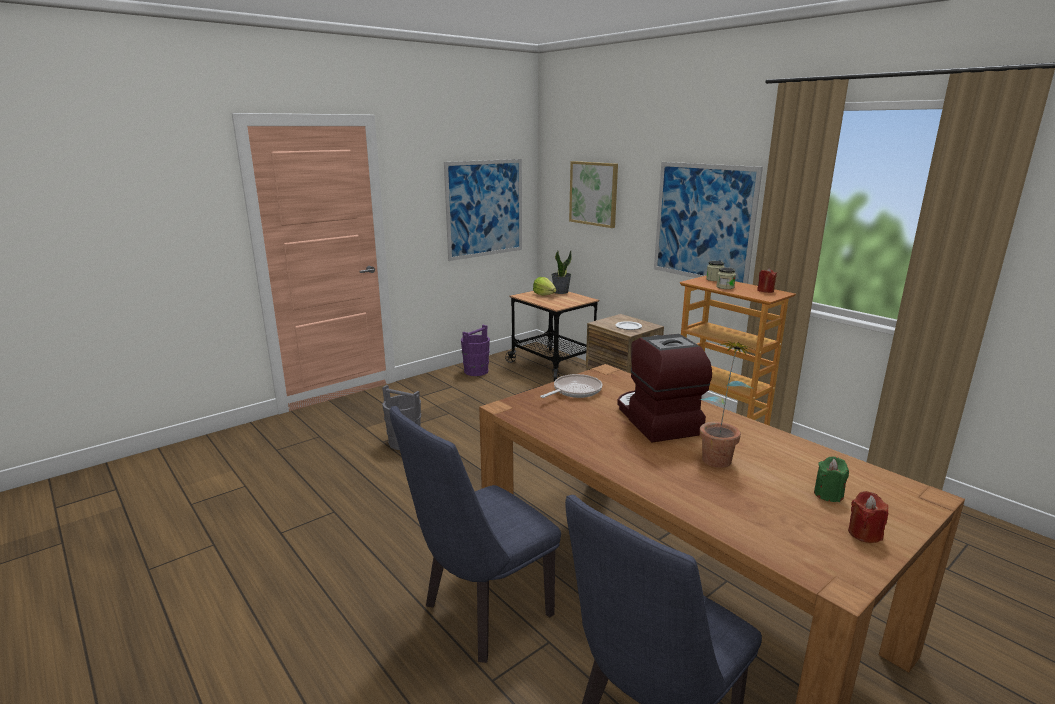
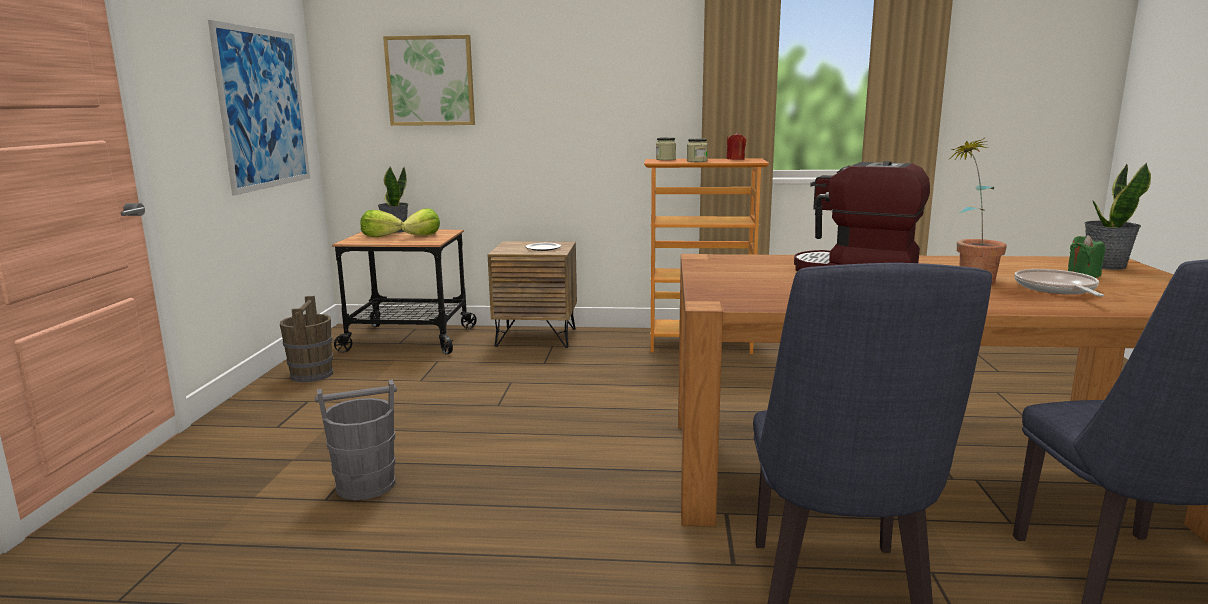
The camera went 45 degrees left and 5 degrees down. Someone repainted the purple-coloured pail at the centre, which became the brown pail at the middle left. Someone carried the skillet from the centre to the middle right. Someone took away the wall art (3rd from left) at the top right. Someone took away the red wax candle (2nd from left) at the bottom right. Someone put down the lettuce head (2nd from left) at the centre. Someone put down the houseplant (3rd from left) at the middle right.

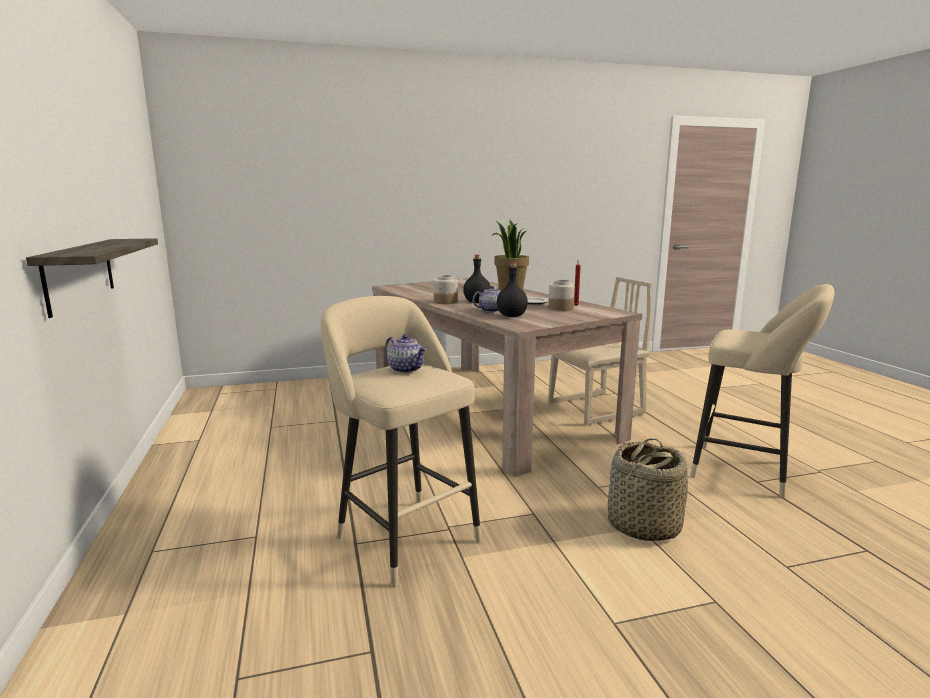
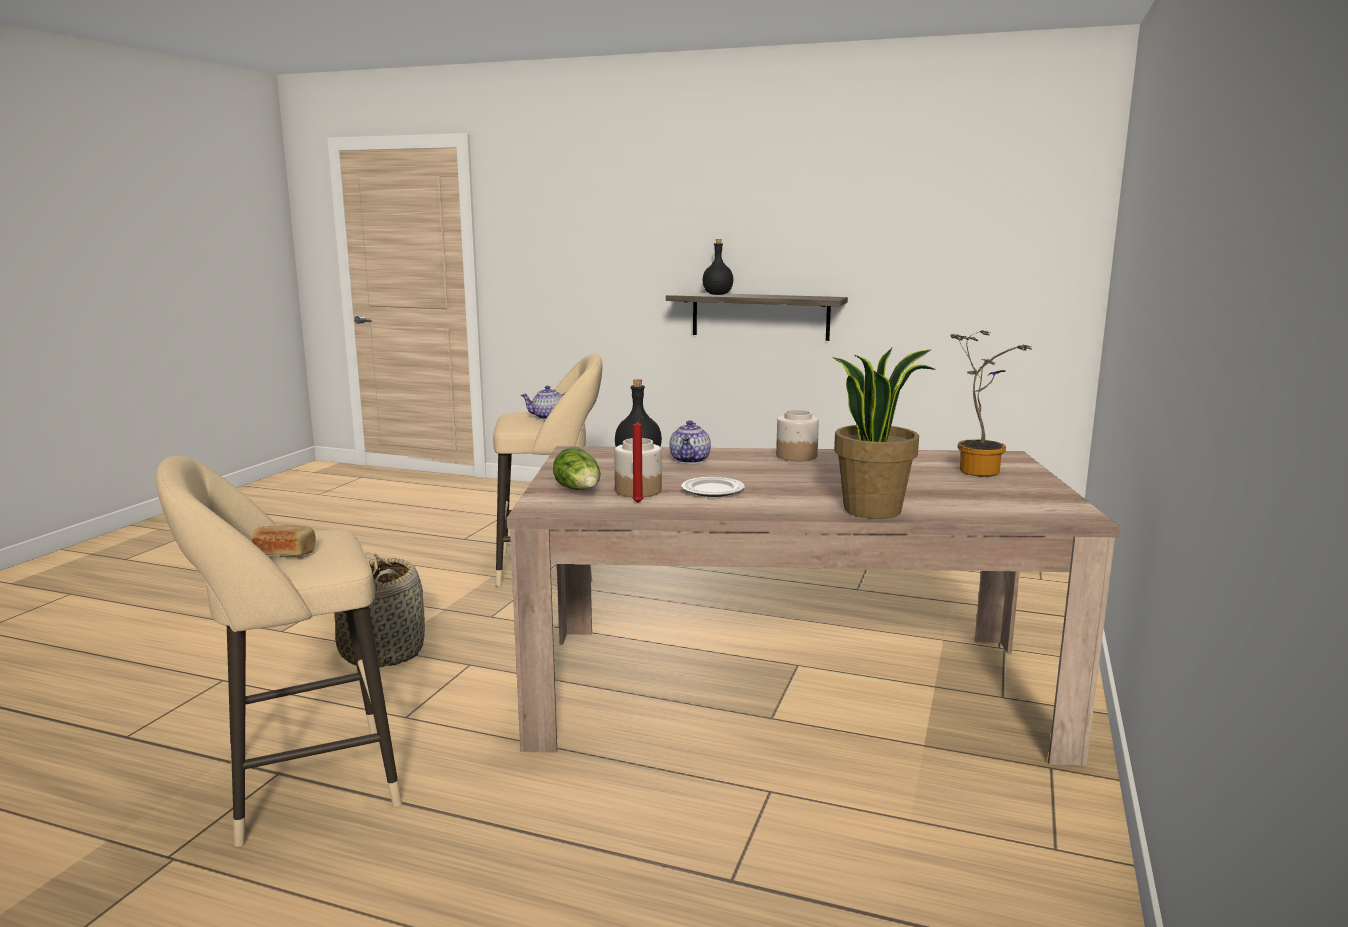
The camera went 125 degrees right and 0 degrees up. Someone carried the black-coloured bottle (1st from left in the first image) from the centre to the top centre. Someone took away the sand-coloured plain chair at the centre. Someone put down the bread at the middle left. Someone put down the lettuce head at the centre. Someone put down the houseplant (2nd from left) at the middle right.

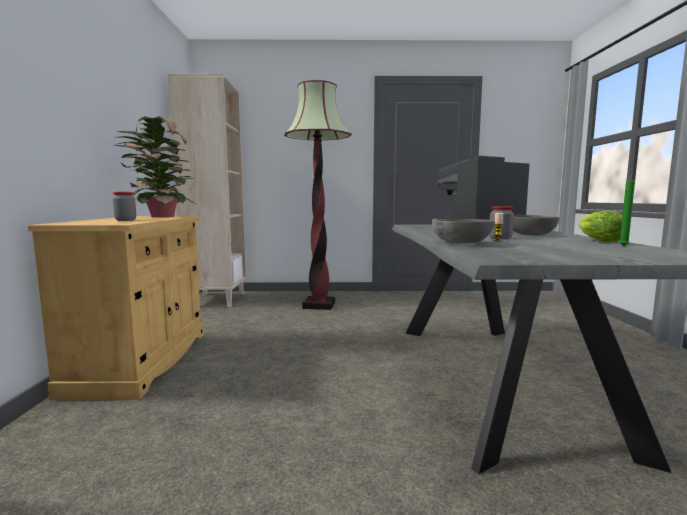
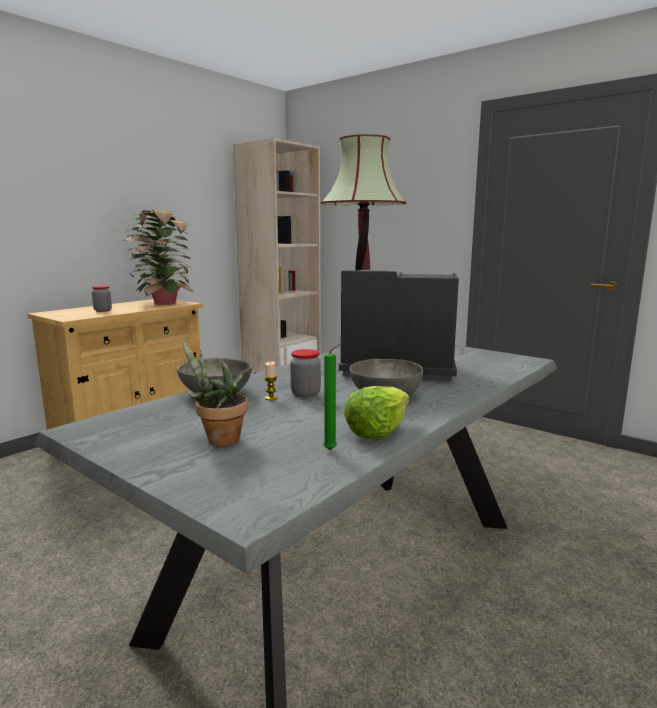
The camera went 40 degrees right and 5 degrees up. Someone put down the houseplant (2nd from left) at the middle left.

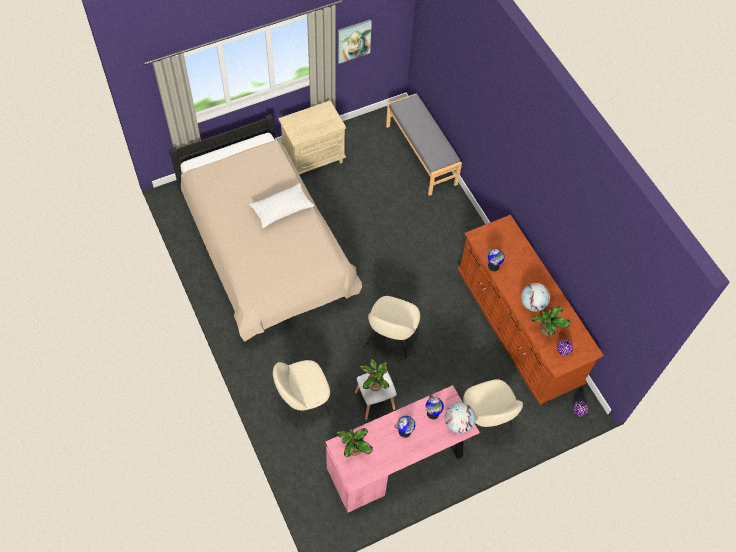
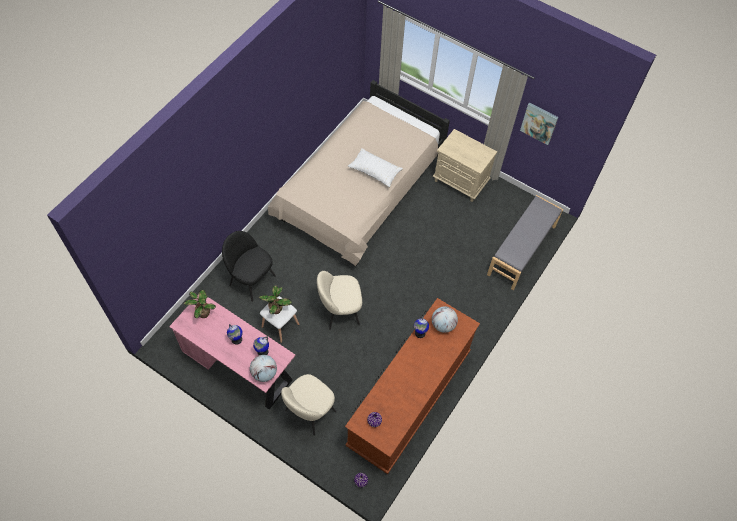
The camera went 60 degrees right and 0 degrees up. Someone repainted the sand-coloured plain chair (1st from left) at the bottom centre, which became the black-coloured plain chair at the centre. Someone carried the world globe (5th from left) from the middle right to the centre. Someone took away the houseplant (3rd from left) at the middle right.

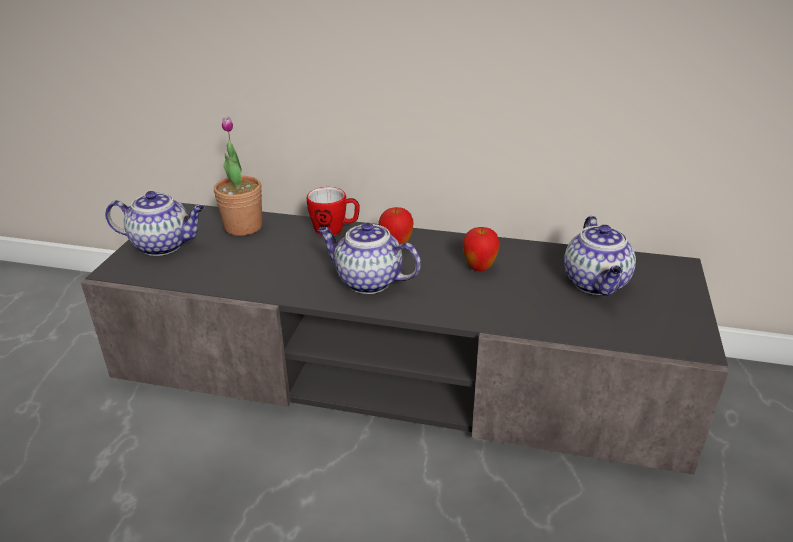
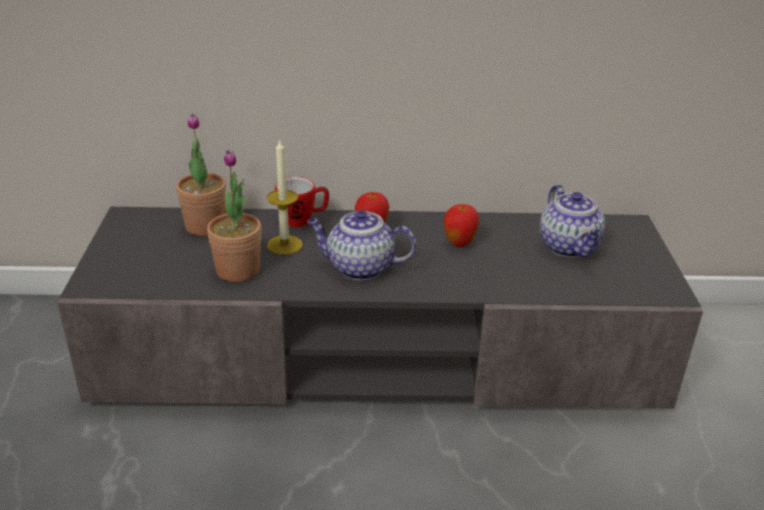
The camera went 15 degrees left and 0 degrees up. Someone took away the teapot (1st from left) at the middle left. Someone put down the houseplant (2nd from left) at the middle left. Someone put down the wax candle at the centre.

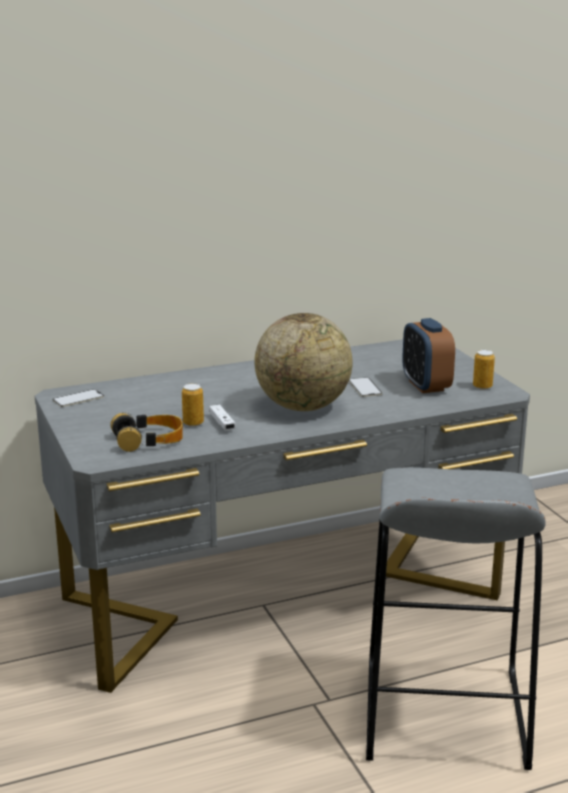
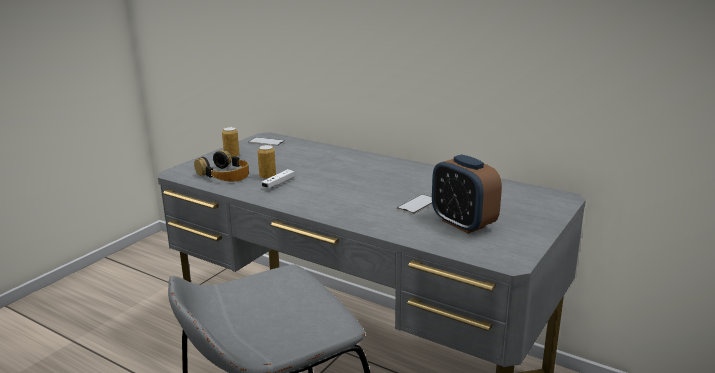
The camera went 55 degrees right and 0 degrees up. Someone took away the world globe at the centre. Someone rotated the bedside clock at the middle right by 75 degrees counterclockwise. Someone carried the can (2nd from left in the first image) from the middle right to the middle left.

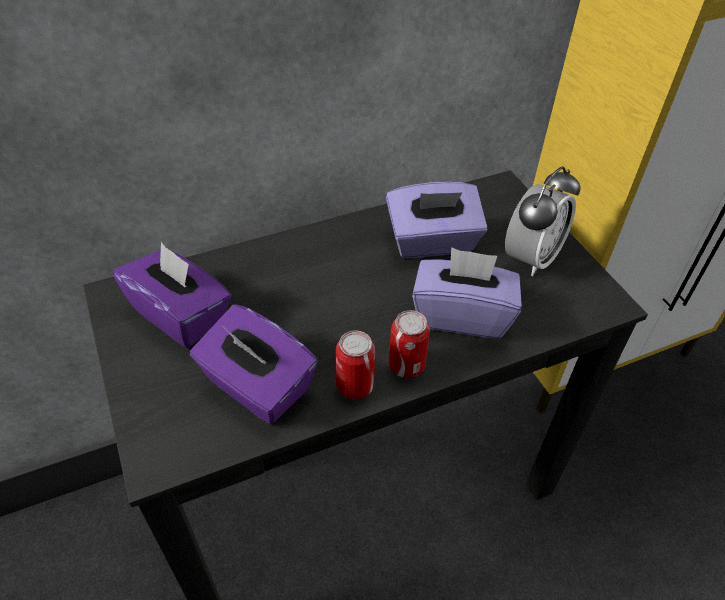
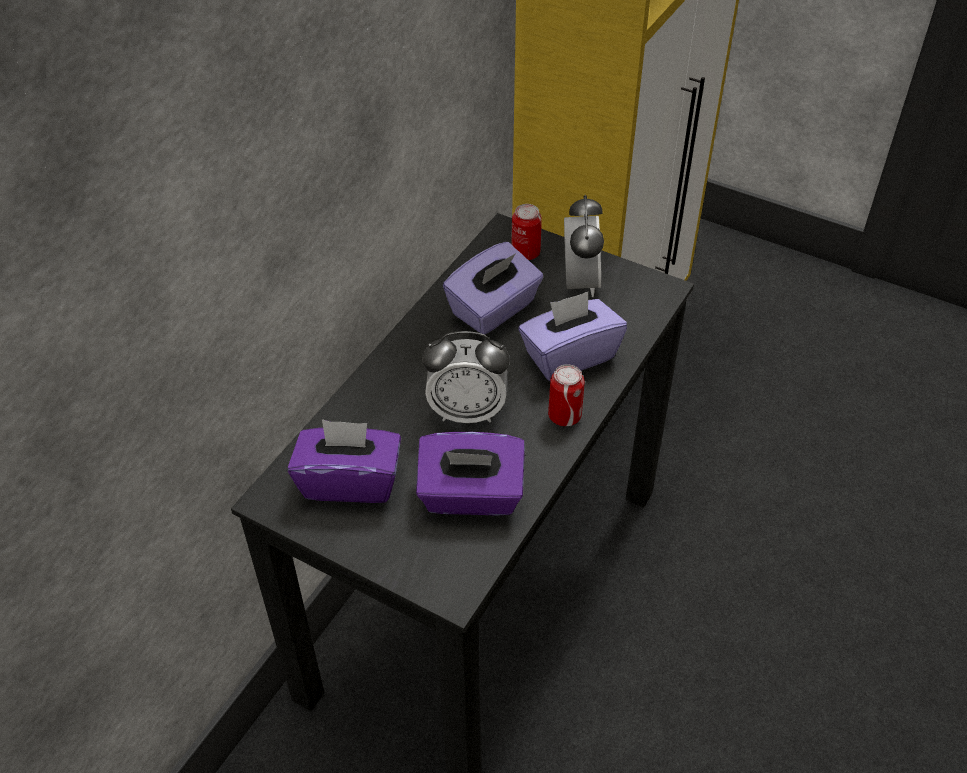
The camera went 35 degrees left and 0 degrees up. Someone carried the can (1st from left) from the centre to the top centre. Someone put down the bedside clock (1st from left) at the centre.

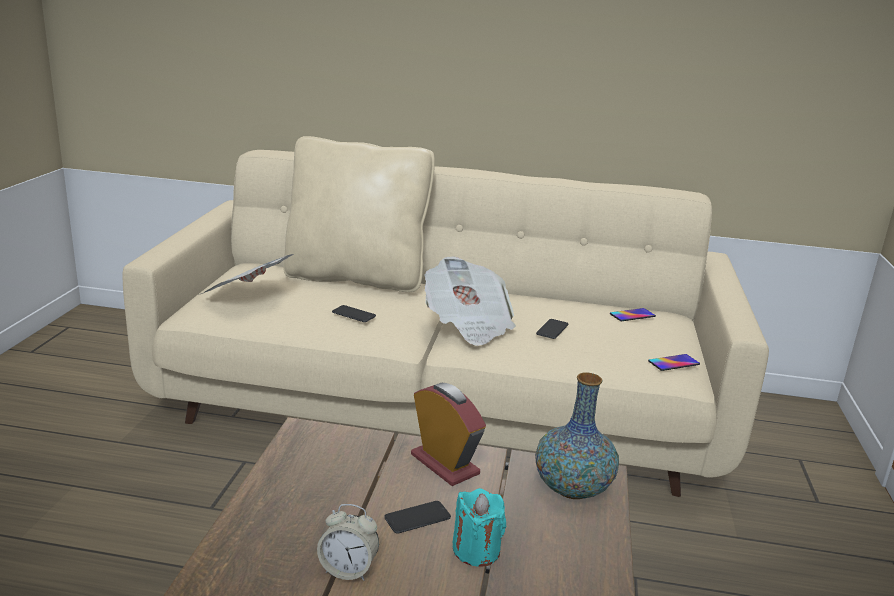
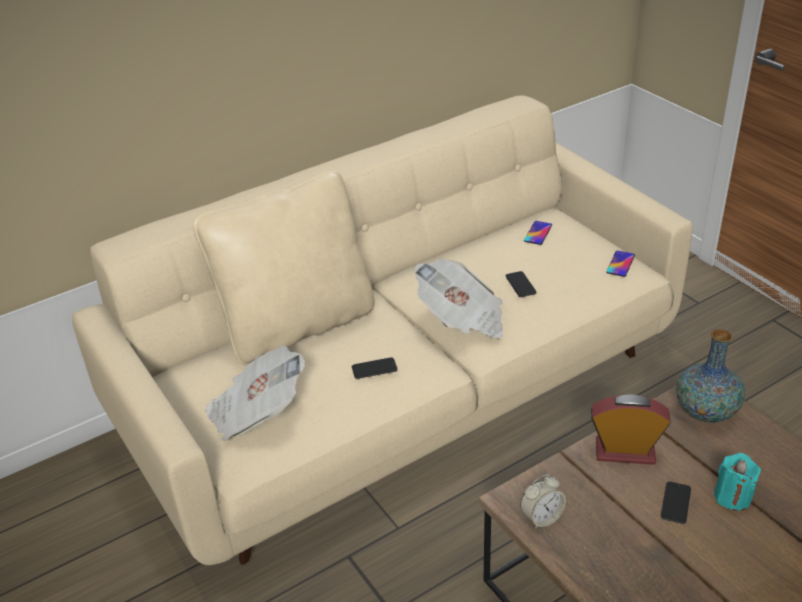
The camera went 40 degrees left and 15 degrees up. Someone carried the bedside clock (1st from left) from the bottom centre to the bottom right.

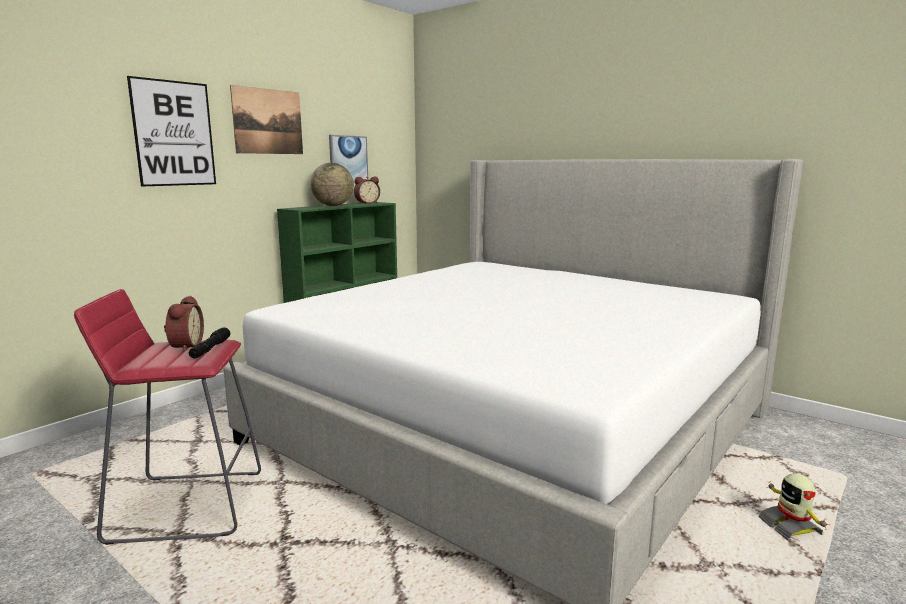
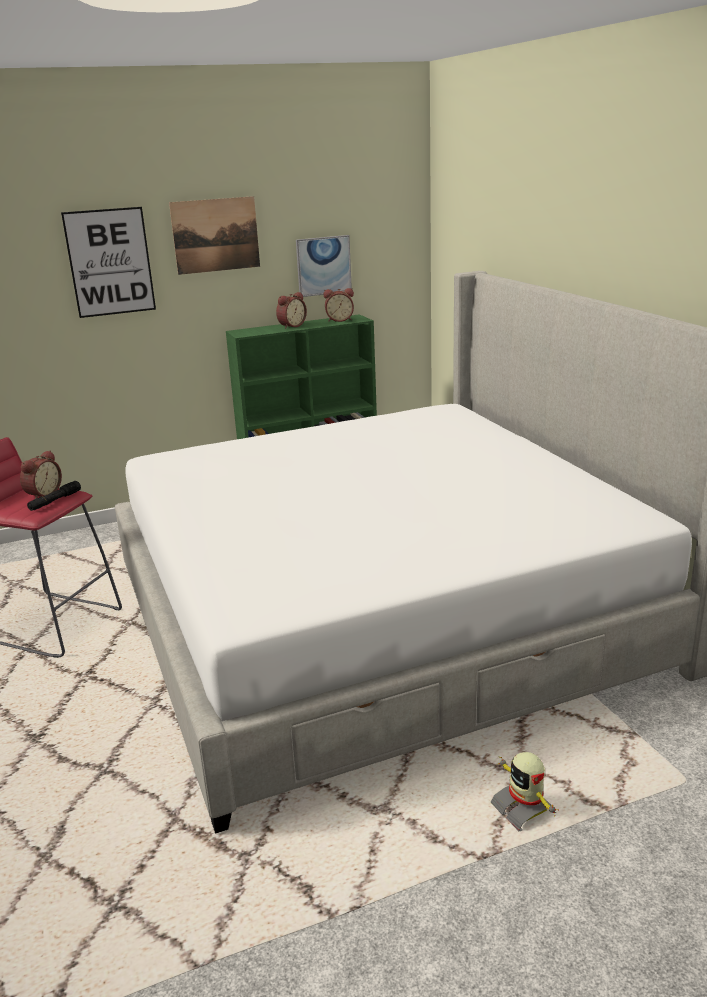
The camera went 30 degrees right and 10 degrees up. Someone swapped the world globe at the top centre for the bedside clock (2nd from left) at the top centre. Someone rotated the model robot at the bottom right by 45 degrees counterclockwise.

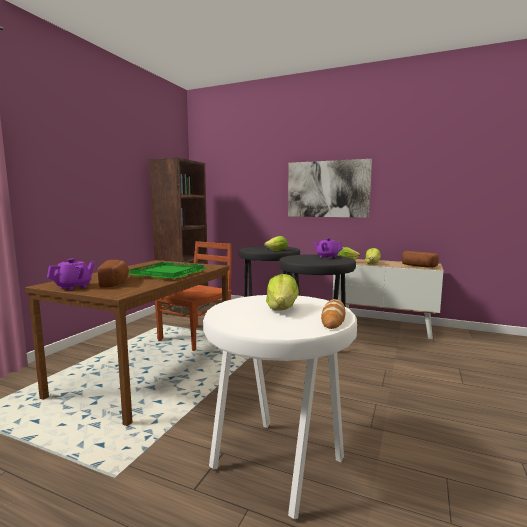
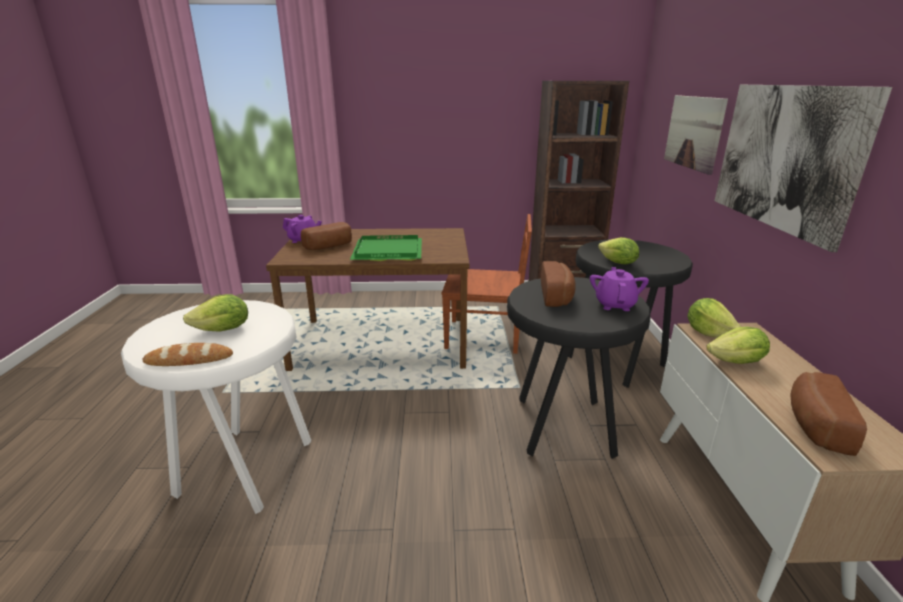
The camera went 65 degrees right and 15 degrees up. Someone put down the bread (3rd from left) at the centre. Someone put up the wall art (1st from left) at the top right.

